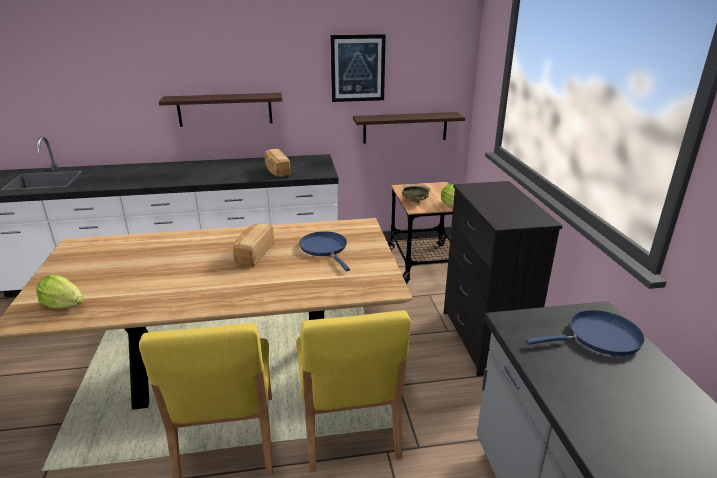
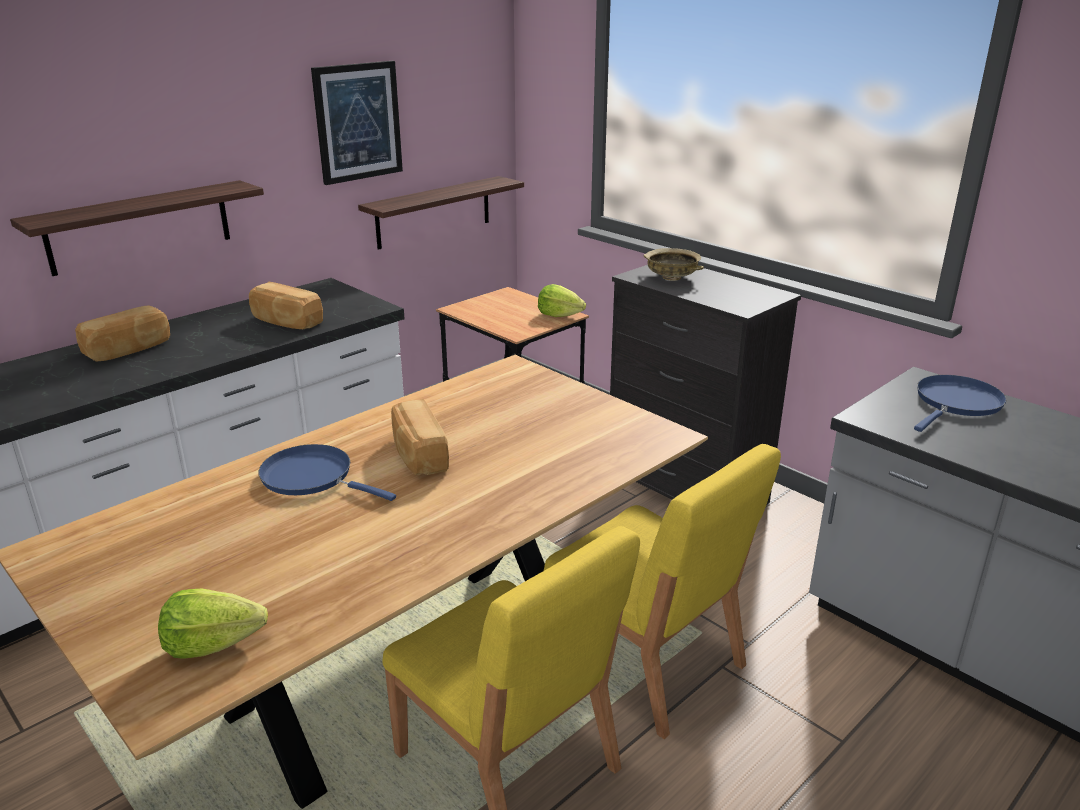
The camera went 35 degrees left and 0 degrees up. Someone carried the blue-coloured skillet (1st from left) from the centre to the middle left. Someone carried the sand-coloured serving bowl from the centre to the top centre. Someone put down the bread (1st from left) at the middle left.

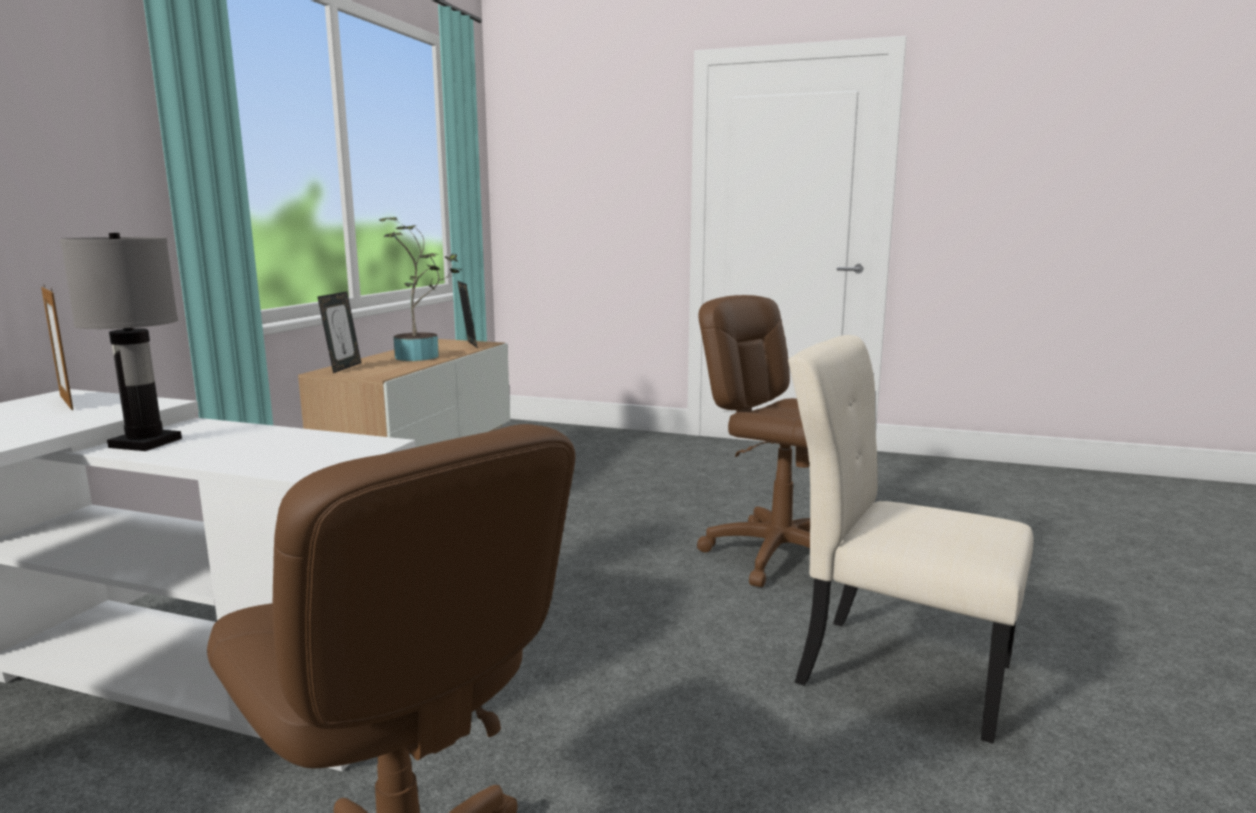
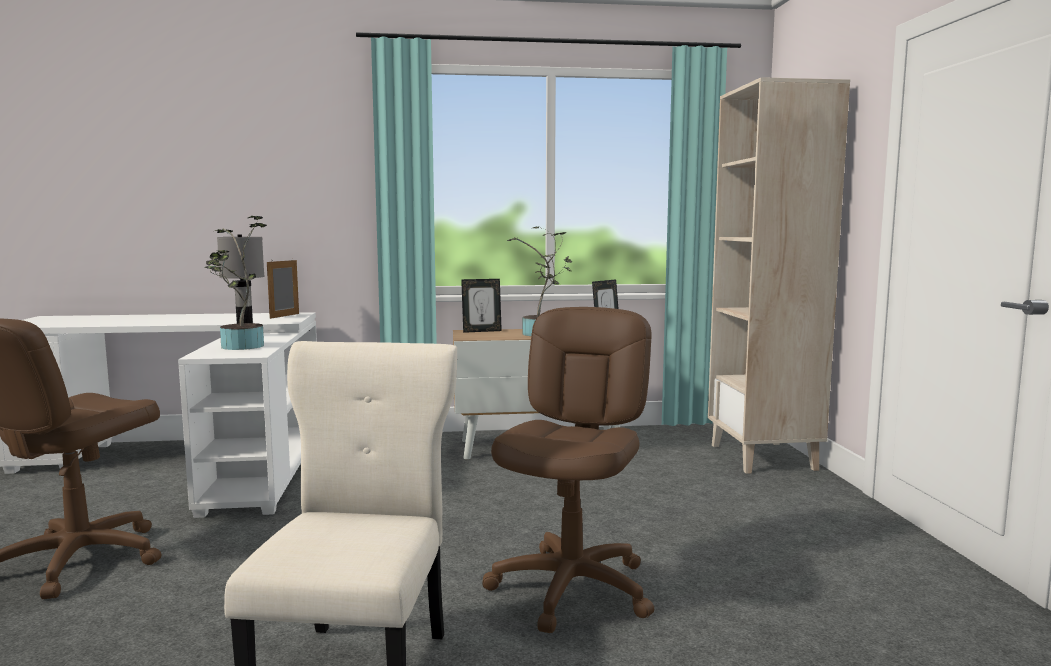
The camera went 65 degrees right and 5 degrees down. Someone put down the houseplant (1st from left) at the middle left. Someone put down the sand-coloured shelving unit at the middle right.

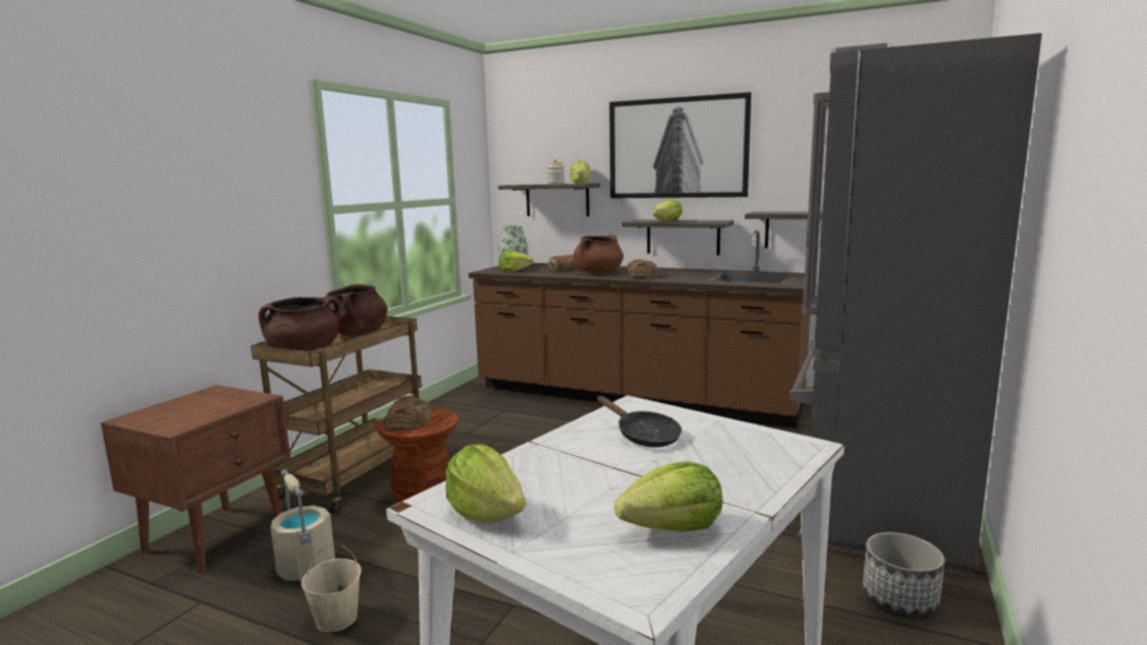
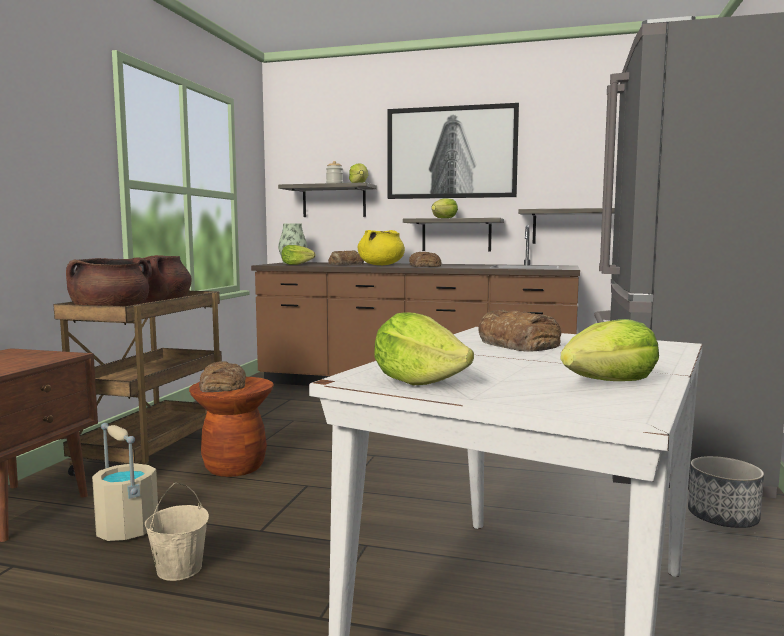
The camera went 10 degrees left and 5 degrees down. Someone repainted the brown cooking pot (3rd from left) at the centre, which became the yellowish cooking pot at the centre. Someone swapped the black-coloured skillet at the centre for the bread (4th from left) at the centre.

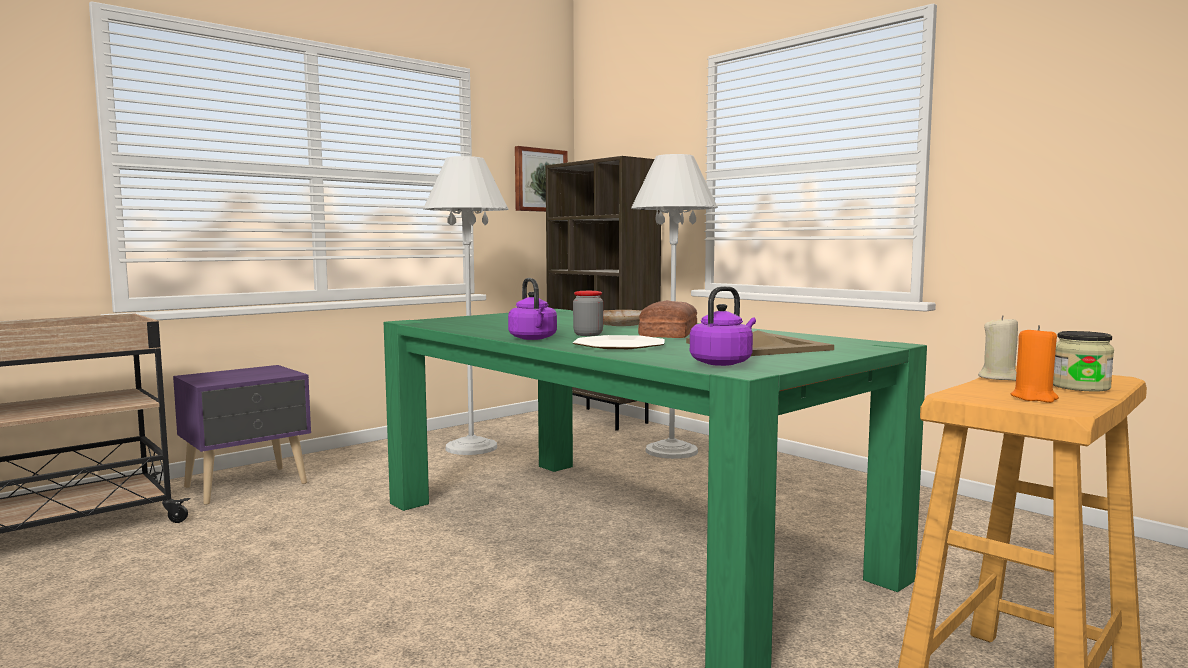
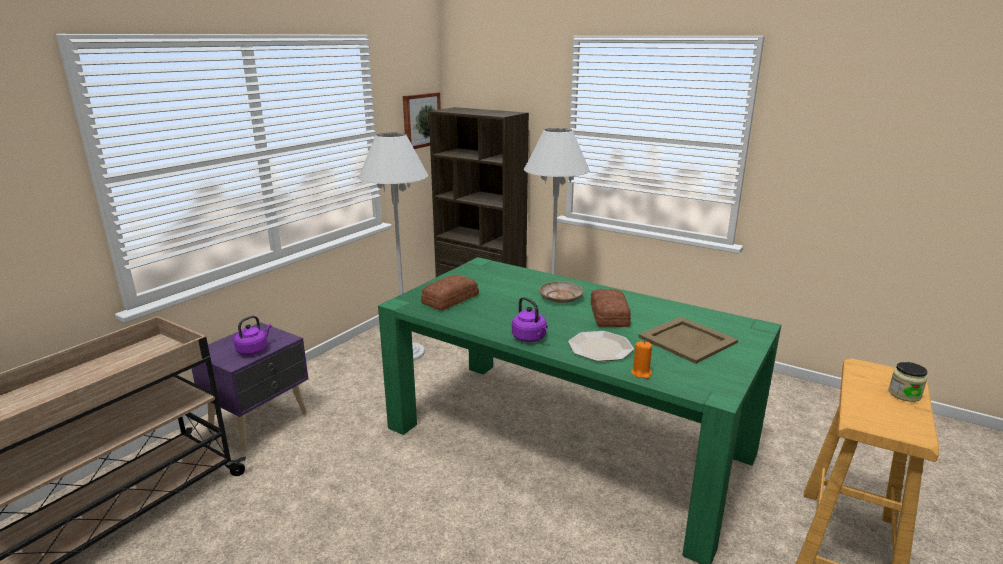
The camera went 15 degrees left and 15 degrees up. Someone took away the storage jar (1st from left) at the centre. Someone carried the purple-coloured kettle (2nd from left in the first image) from the centre to the middle left. Someone took away the sand-coloured wax candle at the middle right. Someone carried the orangey wax candle from the middle right to the centre. Someone put down the bread (1st from left) at the centre.

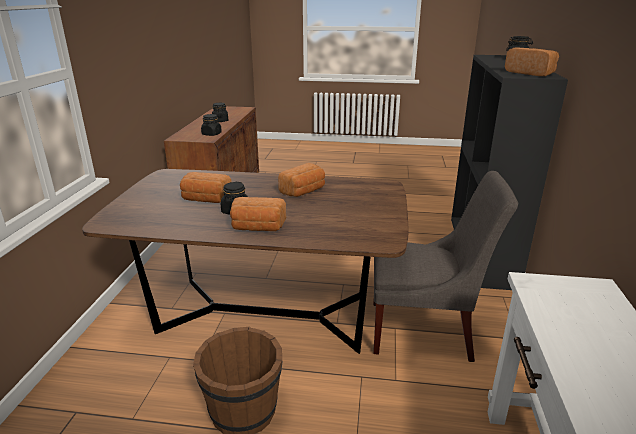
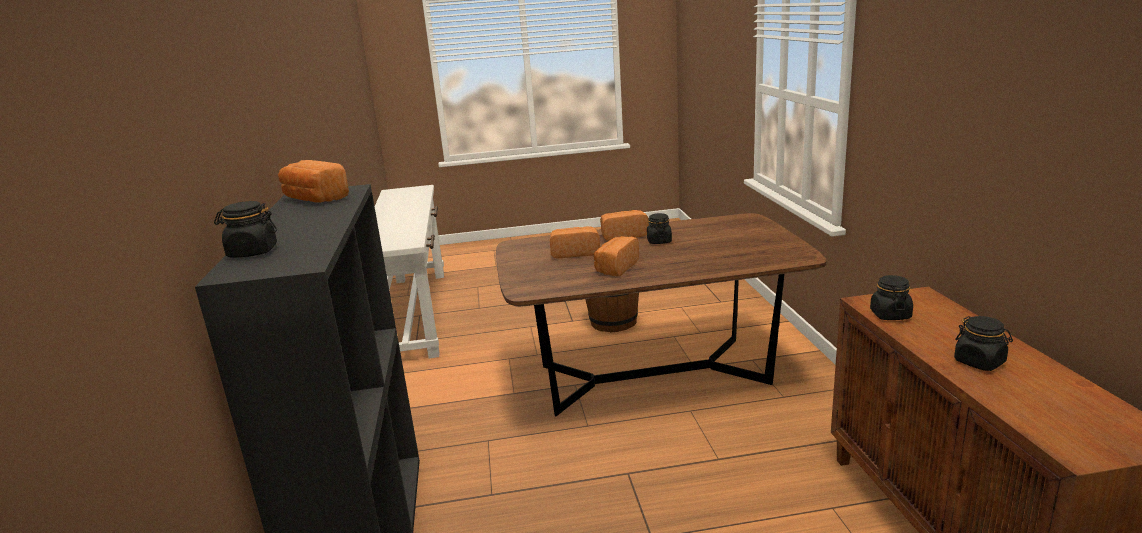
The camera went 165 degrees right and 5 degrees down. Someone carried the bread (1st from left in the first image) from the middle left to the centre. Someone took away the greyish plain chair at the middle right.

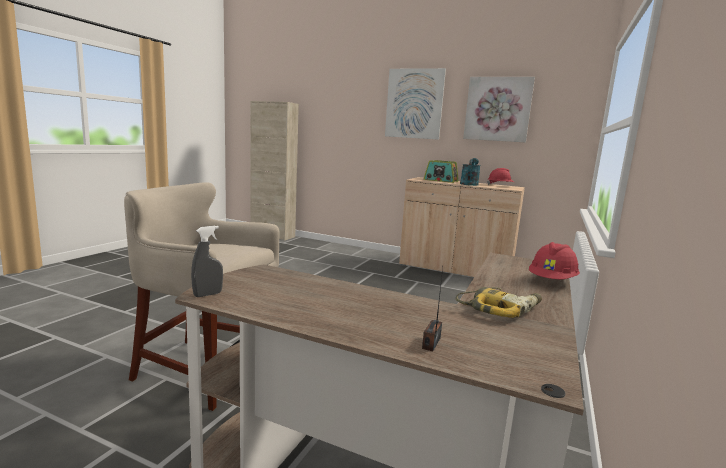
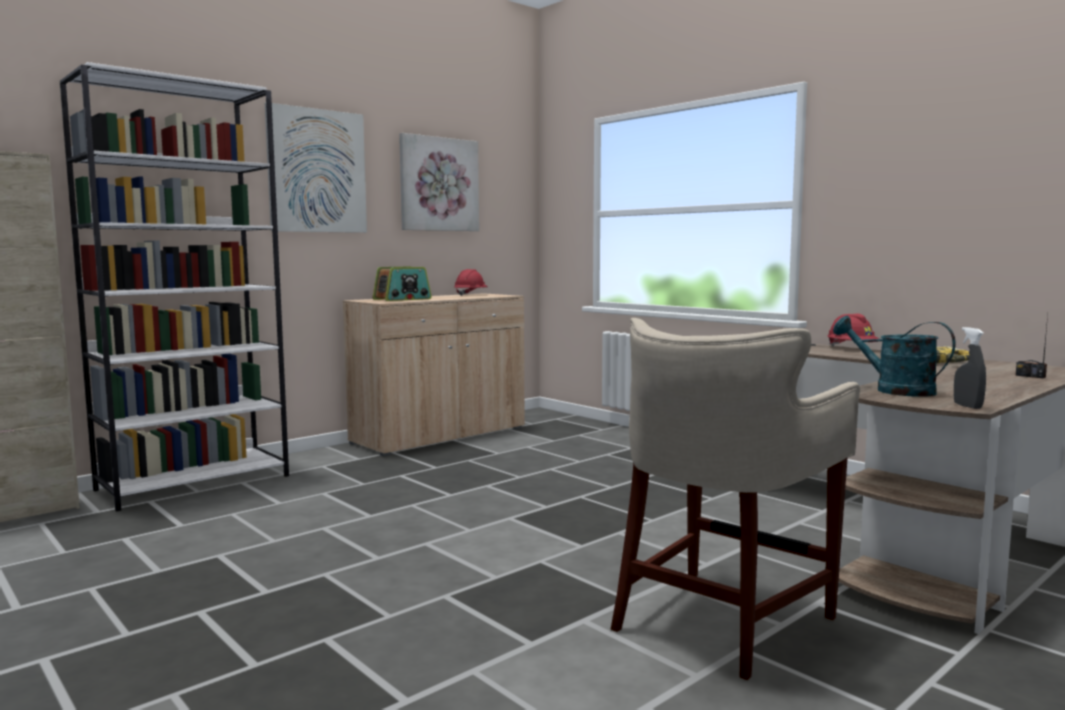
The camera went 65 degrees left and 5 degrees down. Someone carried the turquoise-coloured watering can from the centre to the middle right. Someone put down the whitish shelving unit at the middle left.

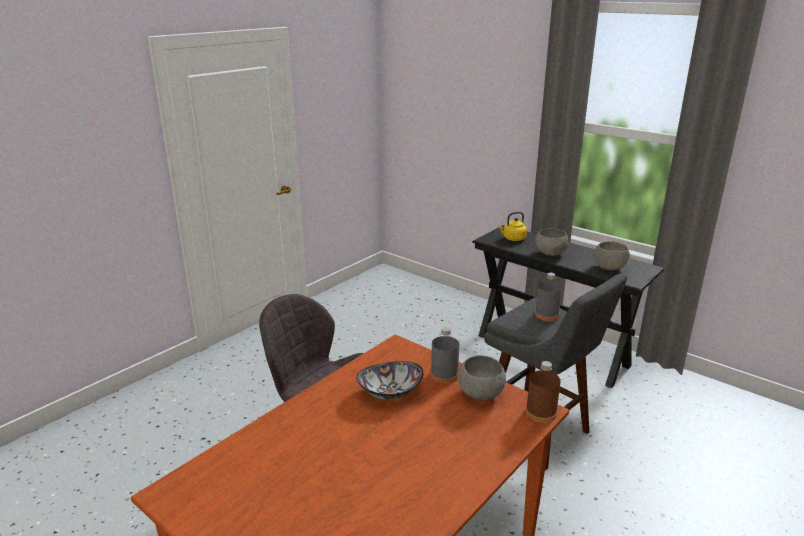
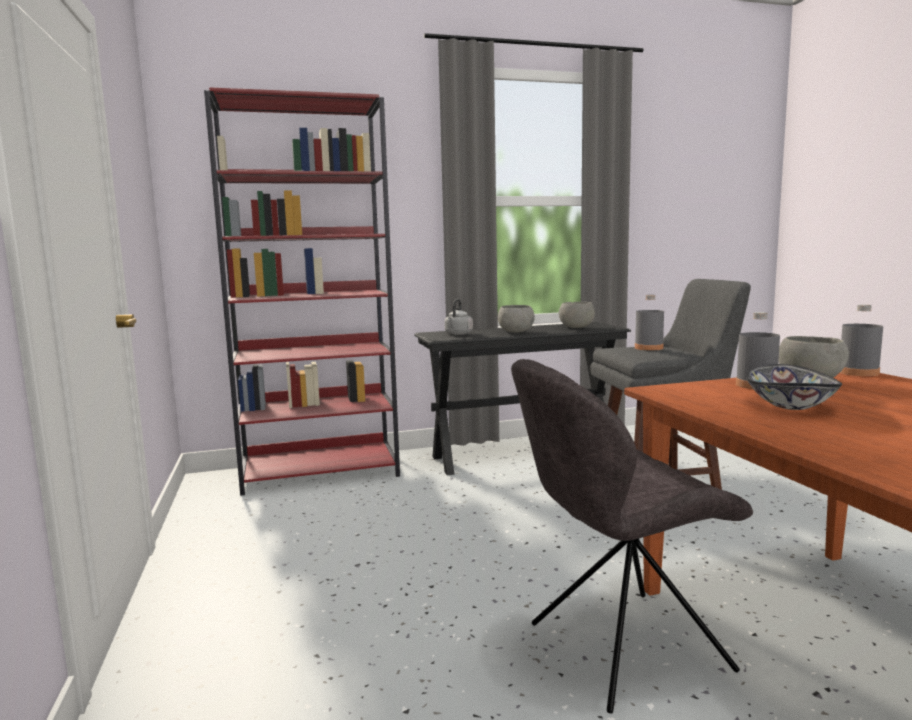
The camera went 55 degrees left and 15 degrees down. Someone repainted the yellowish kettle at the centre, which became the greyish kettle at the centre. Someone repainted the brown bottle at the bottom right, which became the greyish bottle (3rd from left) at the middle right. Someone put down the red shelving unit at the middle left.

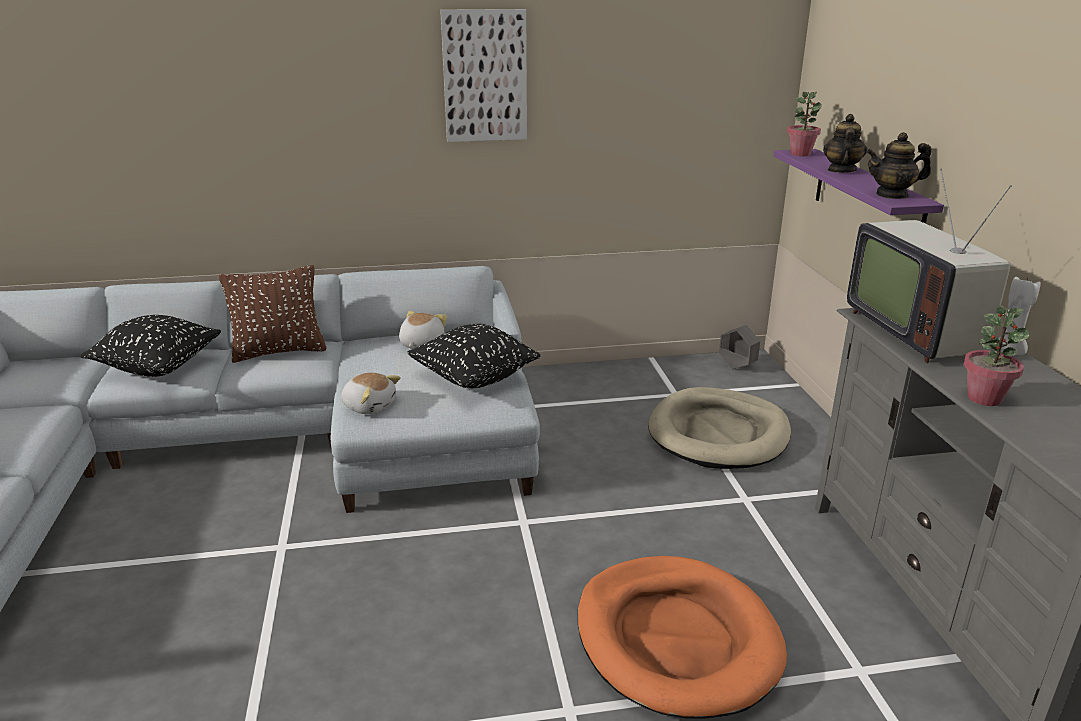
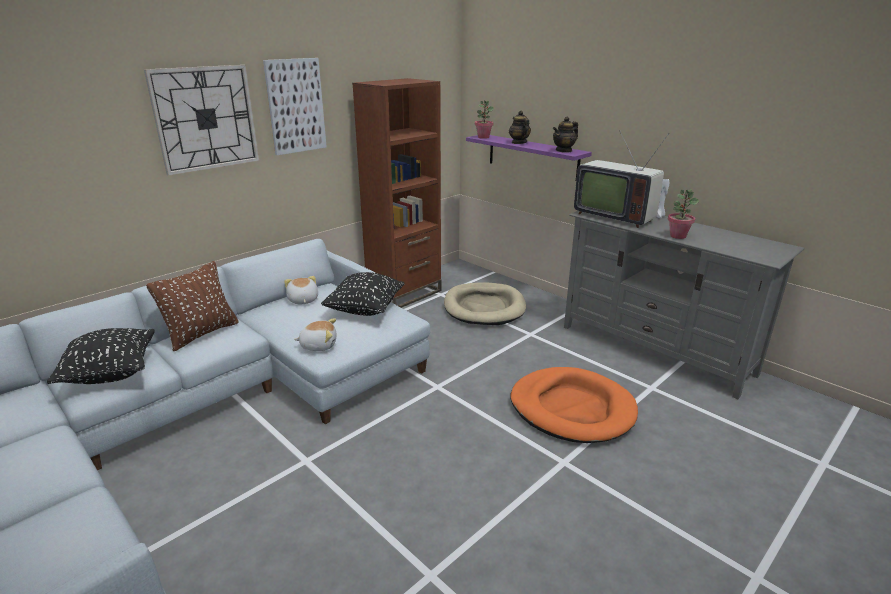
The camera went 35 degrees left and 0 degrees up. Someone took away the greyish flower pot at the middle right. Someone put up the clock on the wall at the top left. Someone put down the brown shelving unit at the top centre.

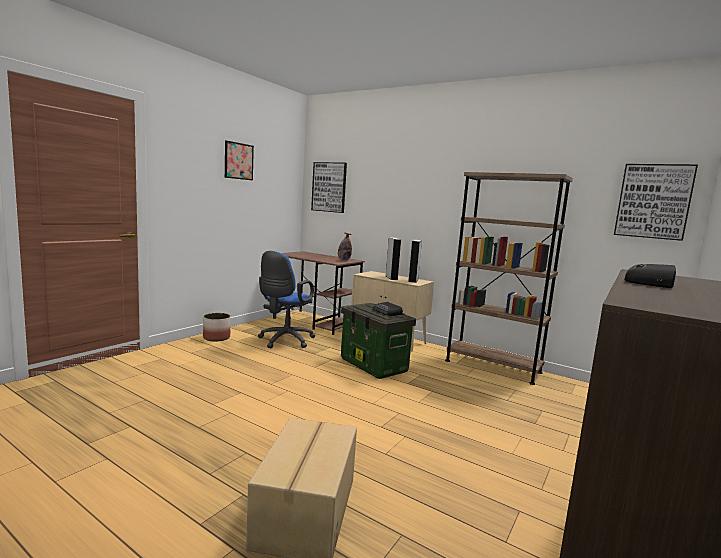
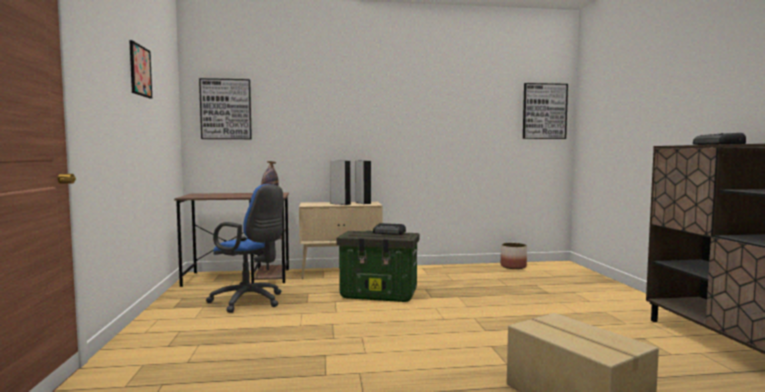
The camera went 40 degrees left and 5 degrees down. Someone carried the flower pot from the middle left to the middle right. Someone rotated the blue-coloured computer chair at the centre by 45 degrees counterclockwise. Someone took away the brown shelving unit at the middle right.

